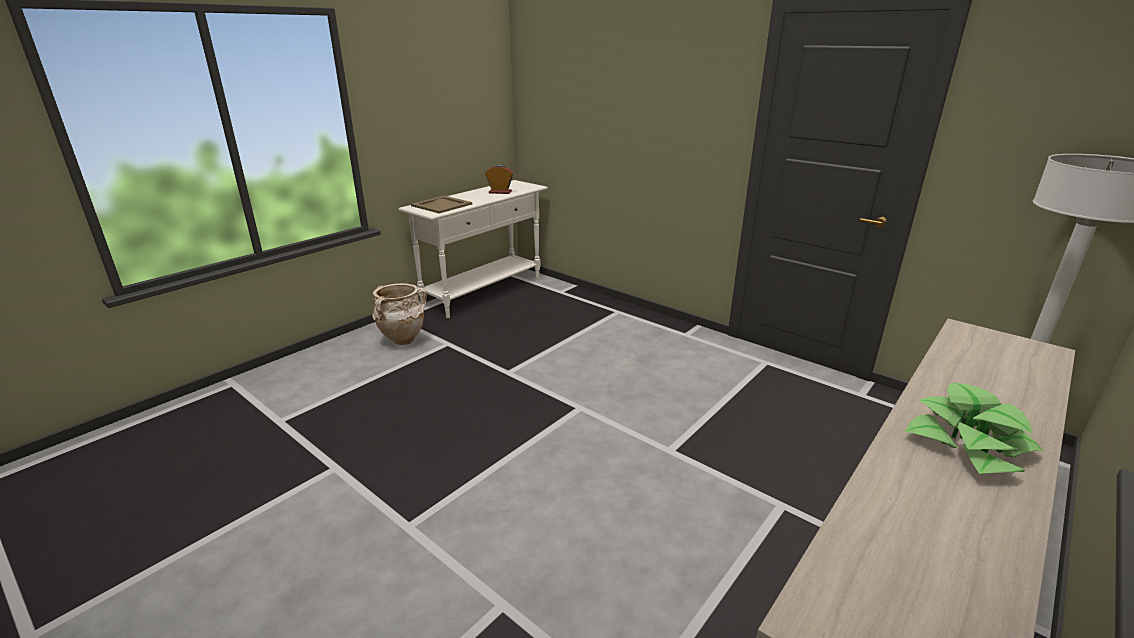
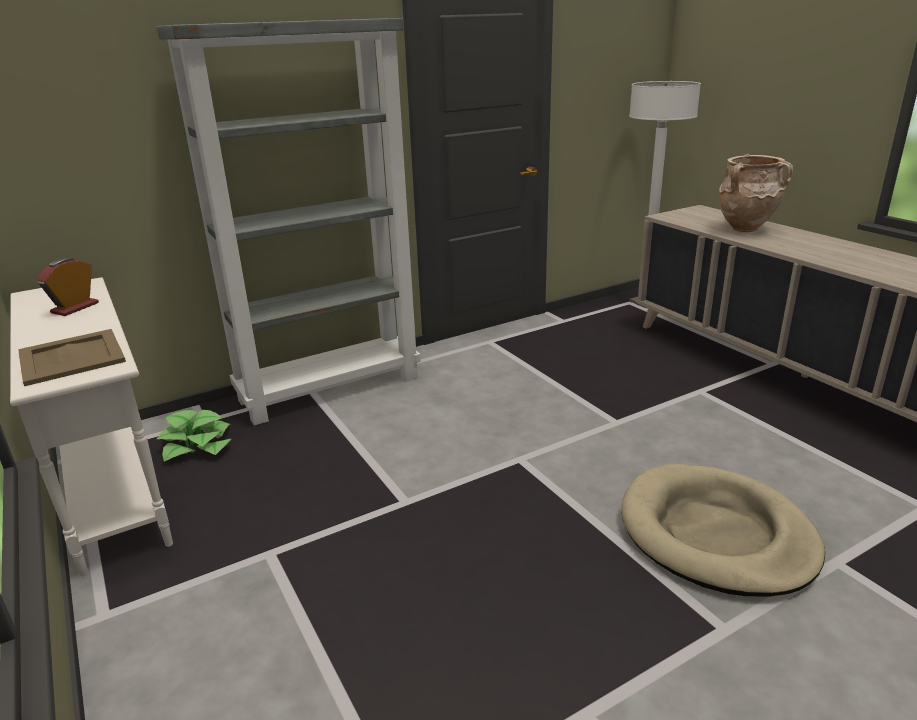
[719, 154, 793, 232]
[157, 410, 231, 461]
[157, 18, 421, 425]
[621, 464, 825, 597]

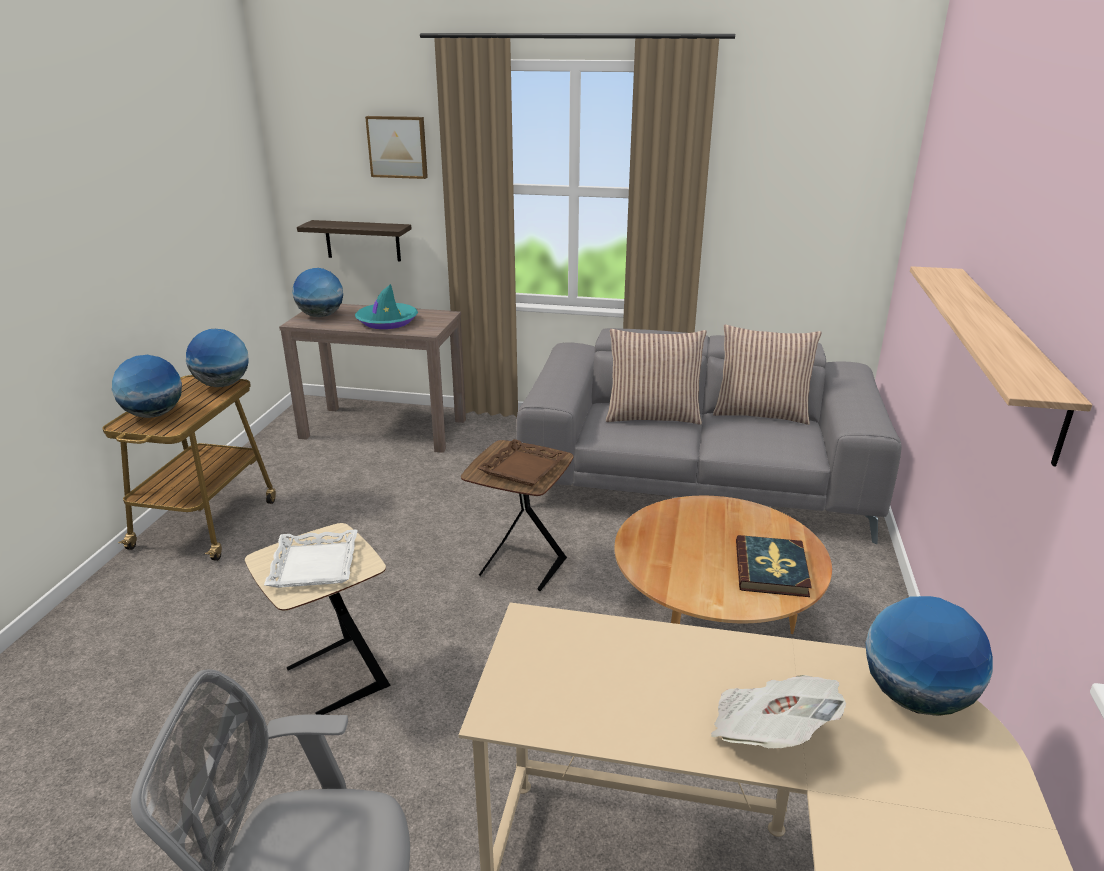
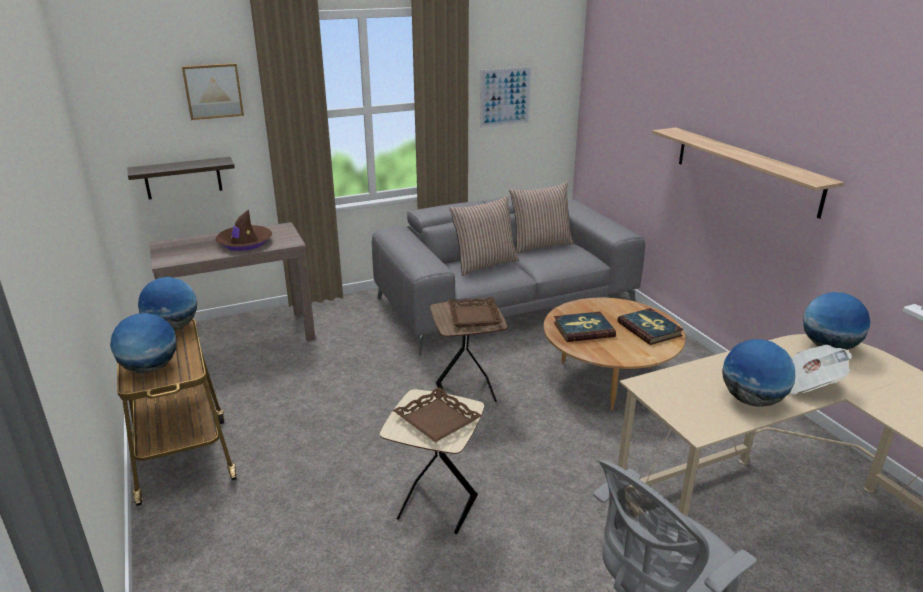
[392, 387, 482, 442]
[722, 339, 795, 407]
[216, 209, 272, 251]
[480, 66, 532, 128]
[554, 312, 616, 342]

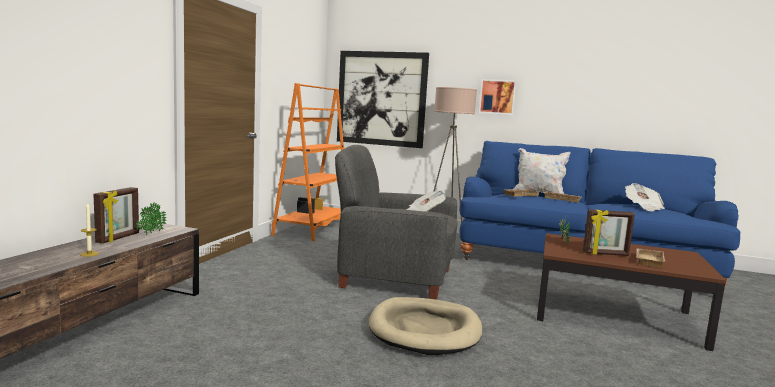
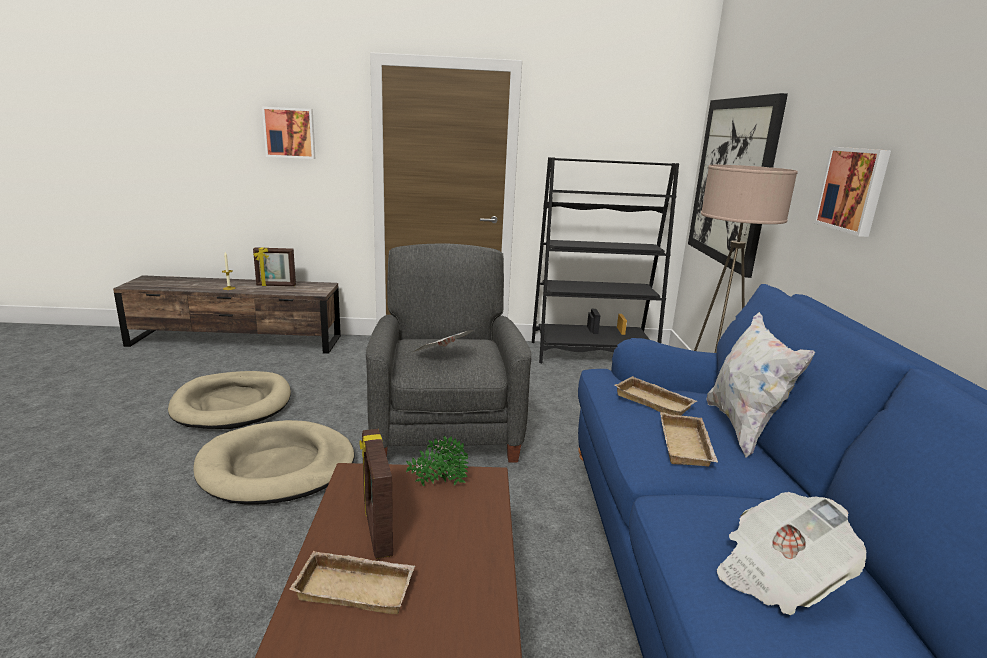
[136, 203, 167, 236] (first image)
[532, 157, 679, 363]
[168, 371, 291, 429]
[262, 107, 315, 159]

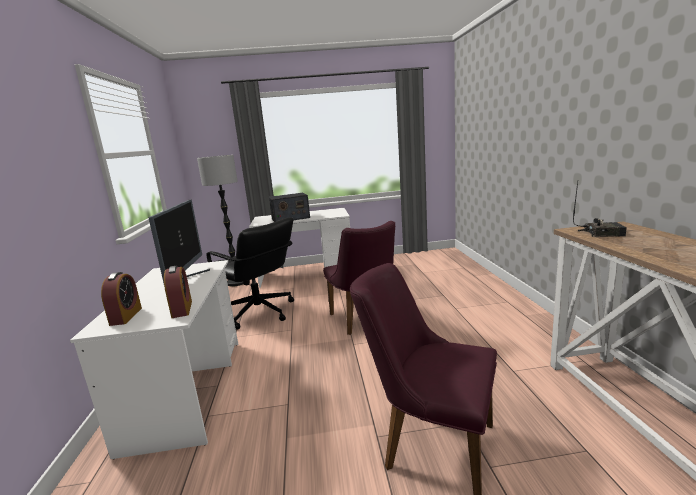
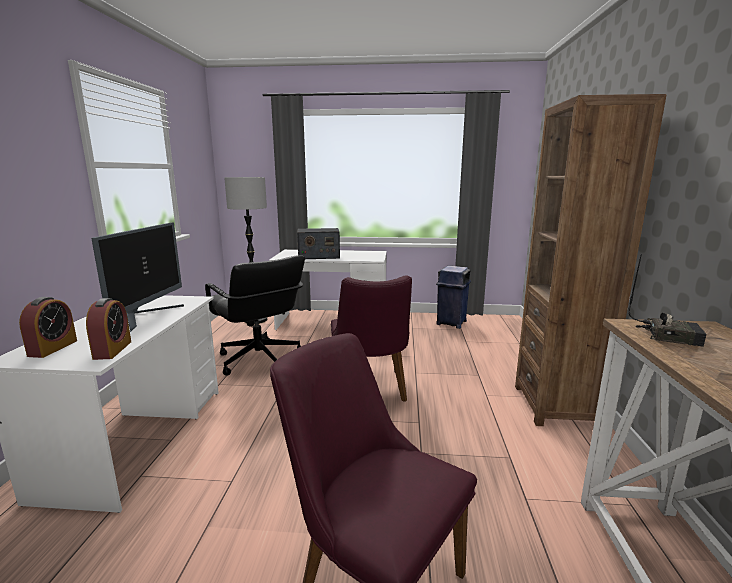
[436, 265, 471, 329]
[515, 94, 667, 426]

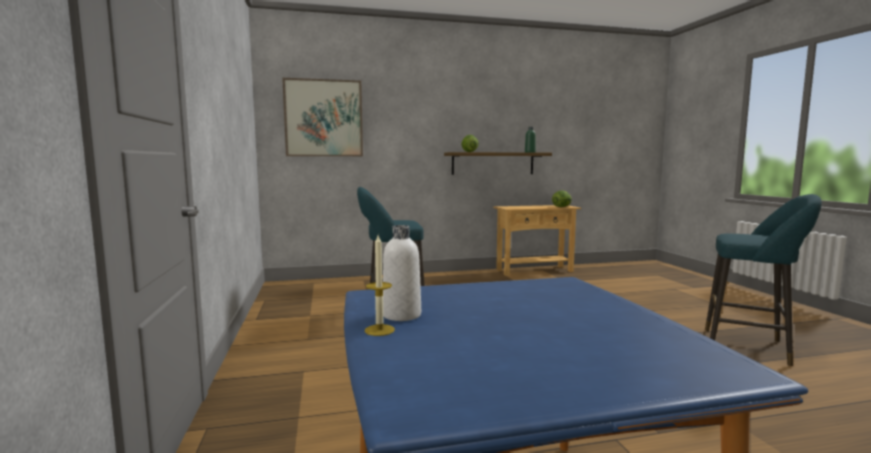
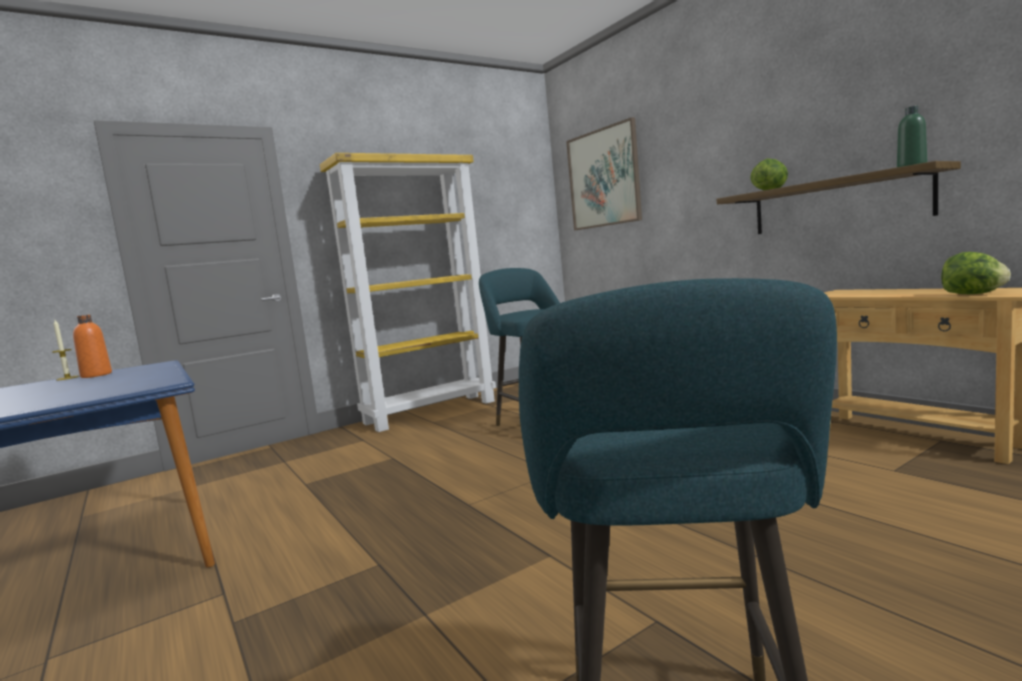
[73, 315, 112, 378]
[320, 153, 496, 432]

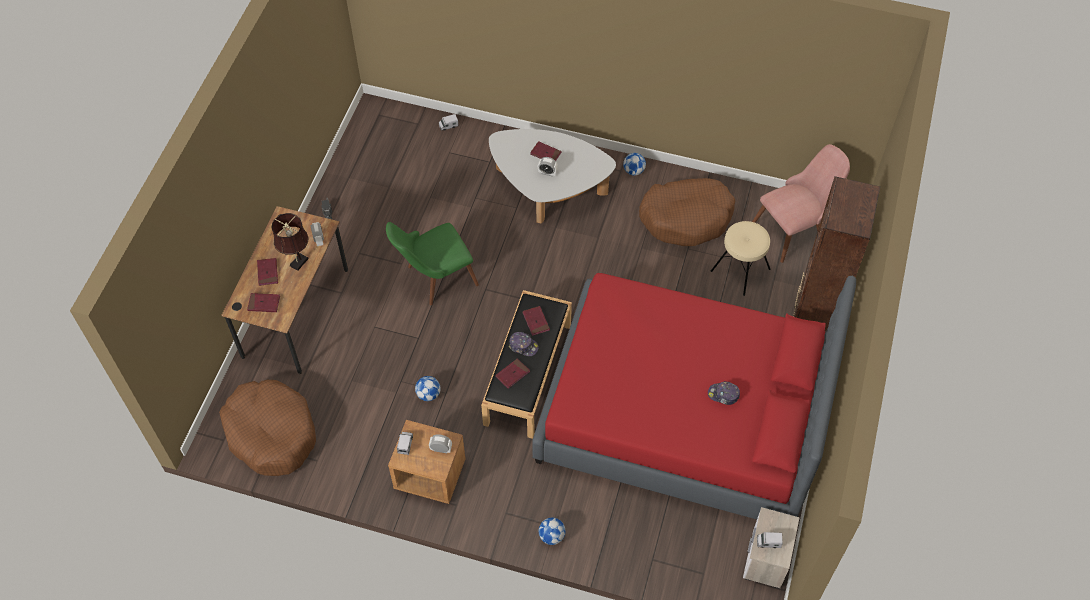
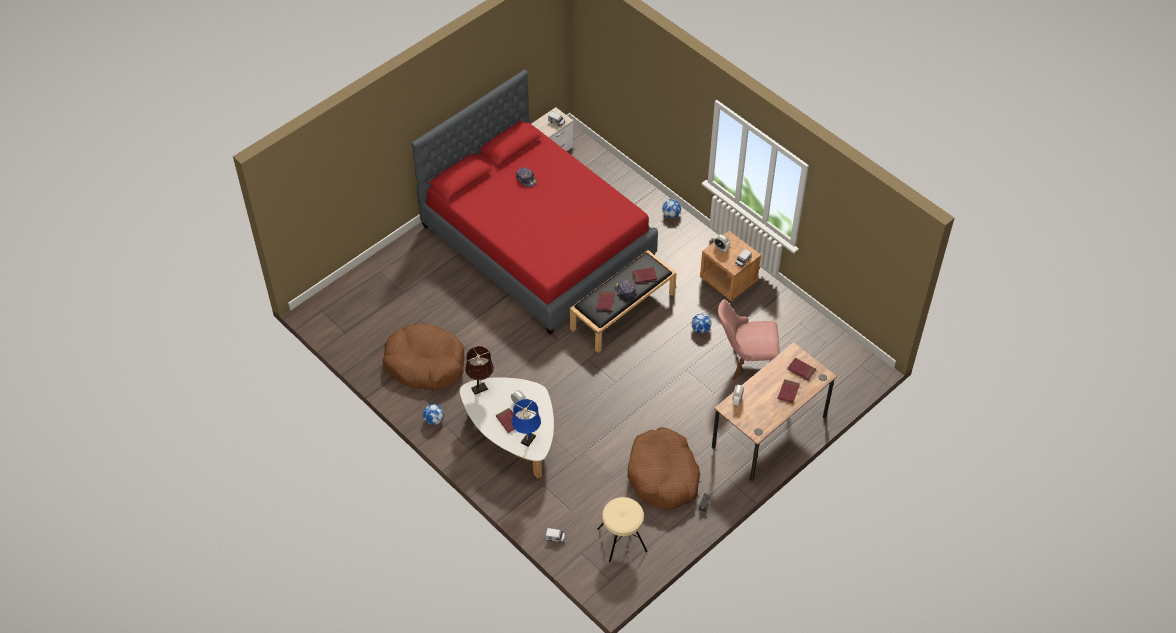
[628, 427, 700, 510]
[465, 346, 494, 395]
[386, 222, 479, 305] (first image)
[597, 497, 647, 562]
[718, 299, 780, 380]
[793, 176, 880, 332] (first image)
[512, 399, 541, 447]

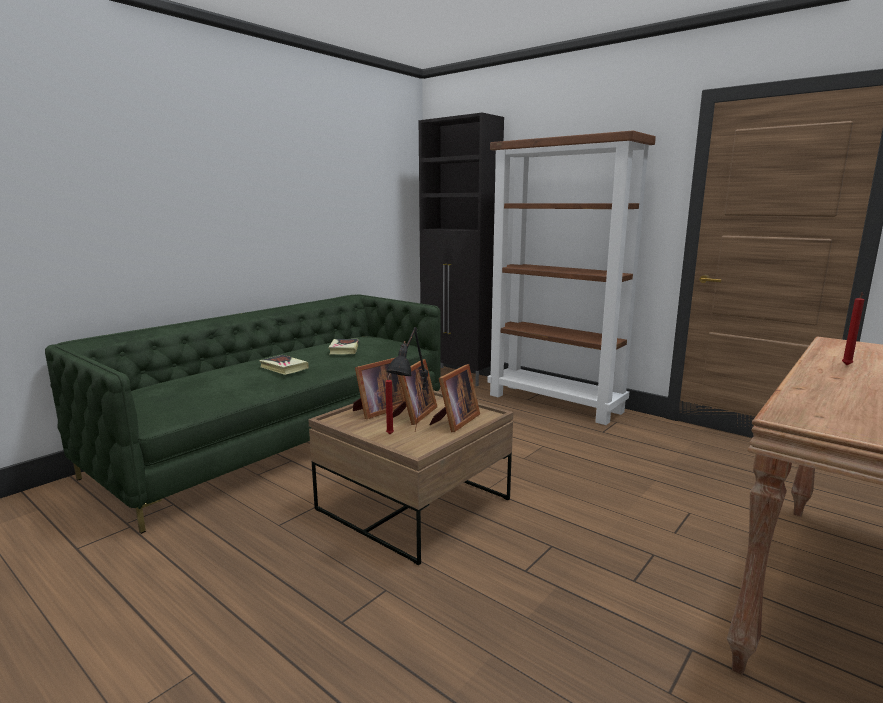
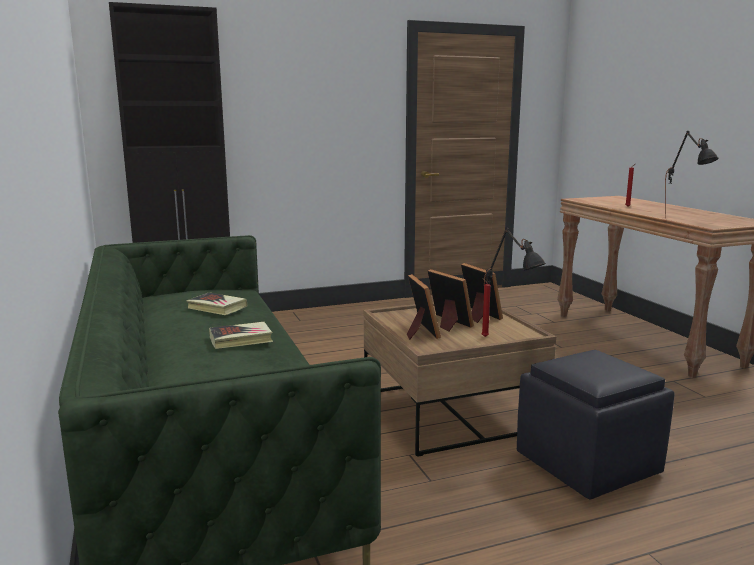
[487, 130, 656, 425] (first image)
[517, 350, 675, 500]
[665, 131, 719, 219]

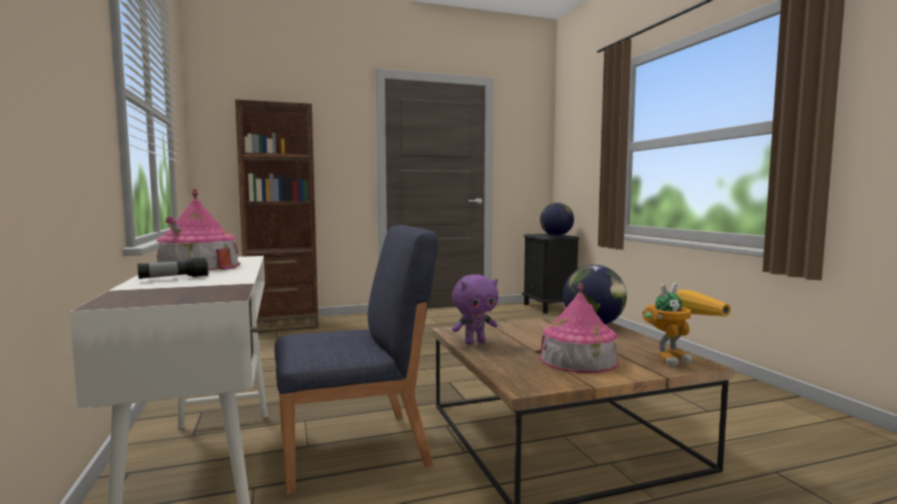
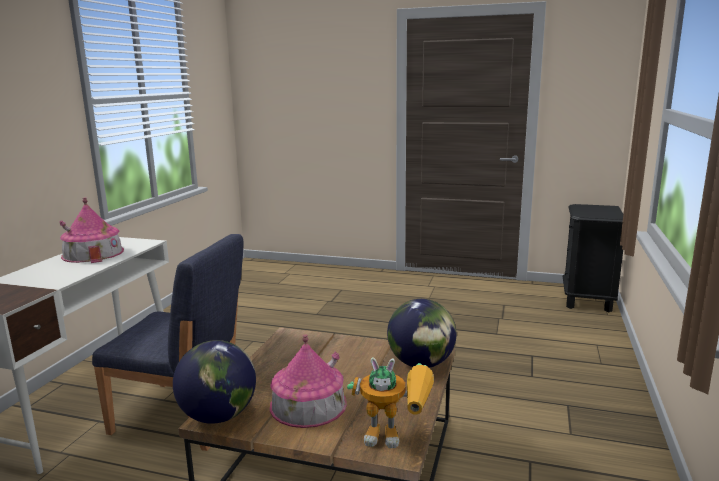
[138, 257, 209, 279] (first image)
[235, 99, 319, 333] (first image)
[452, 274, 498, 345] (first image)
[173, 340, 256, 424]

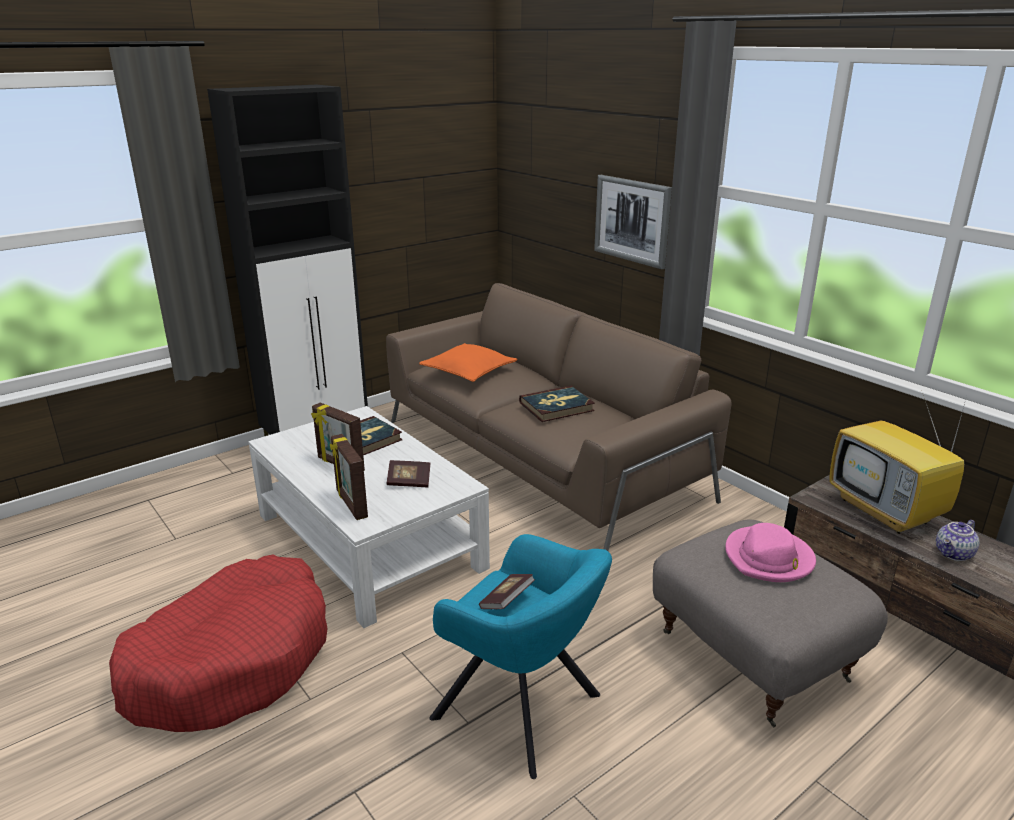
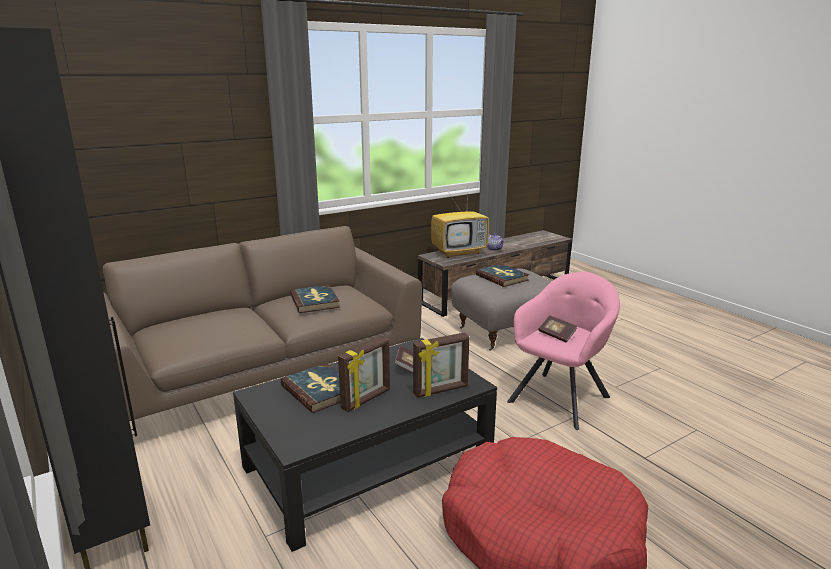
[233, 338, 497, 552]
[419, 343, 517, 382] (first image)
[507, 272, 620, 430]
[594, 175, 672, 269] (first image)
[475, 264, 529, 287]

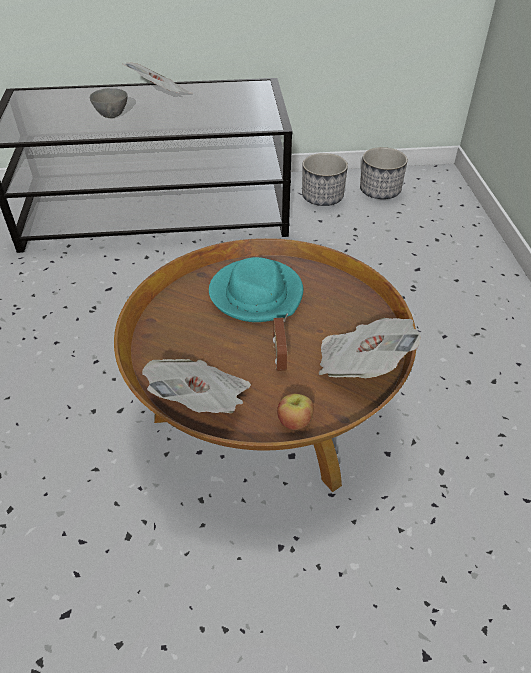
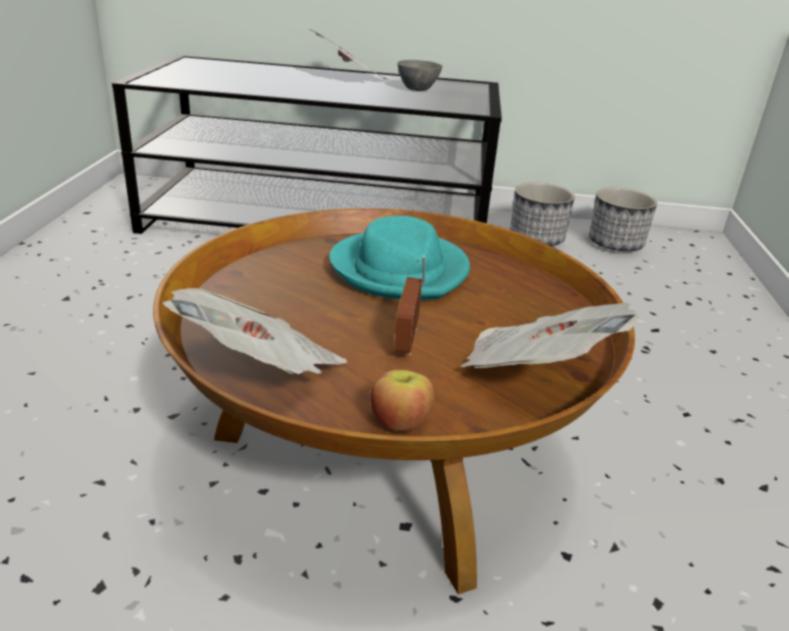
[397, 60, 442, 91]

